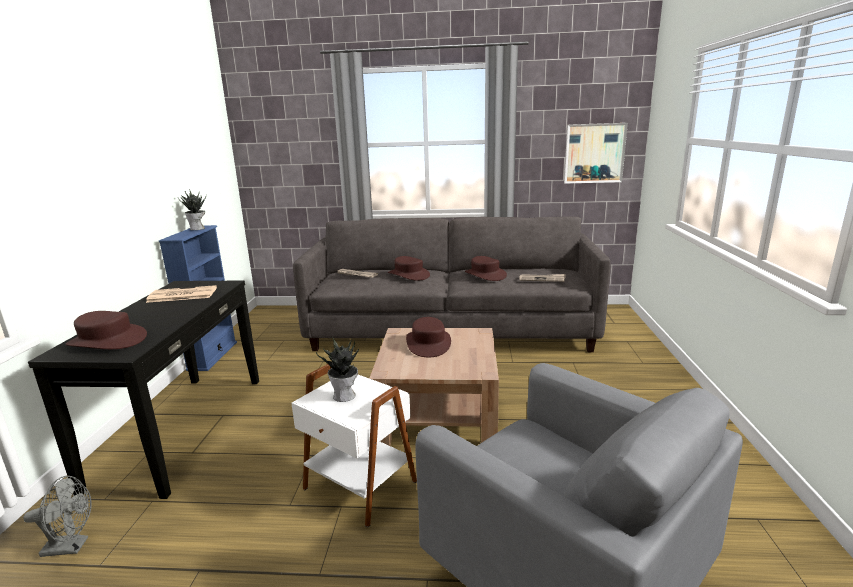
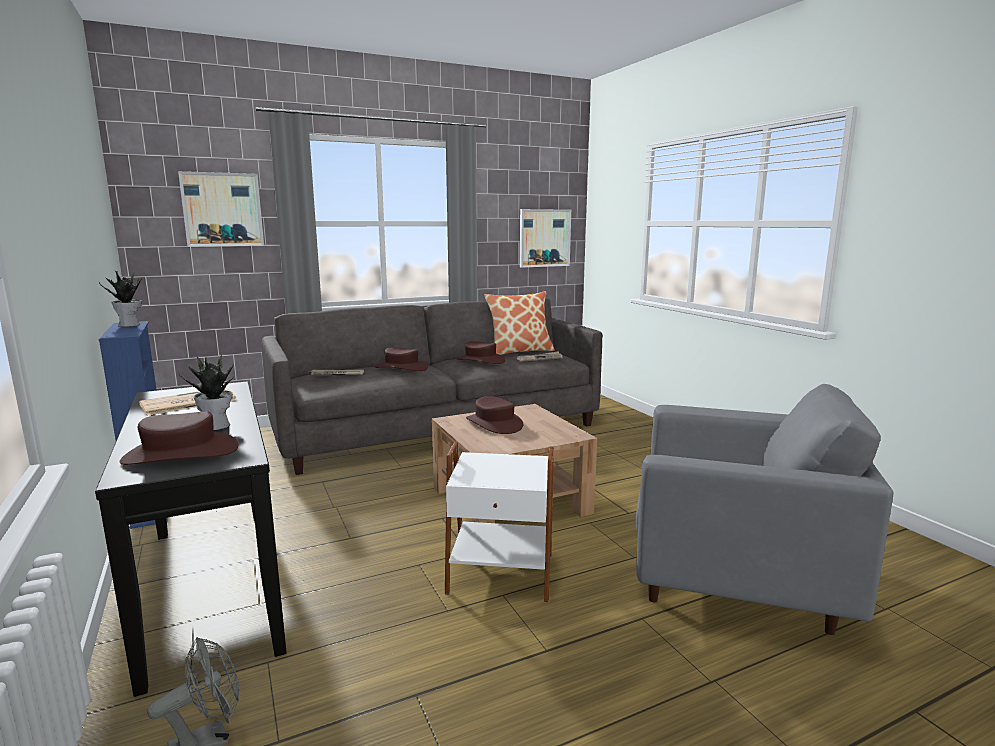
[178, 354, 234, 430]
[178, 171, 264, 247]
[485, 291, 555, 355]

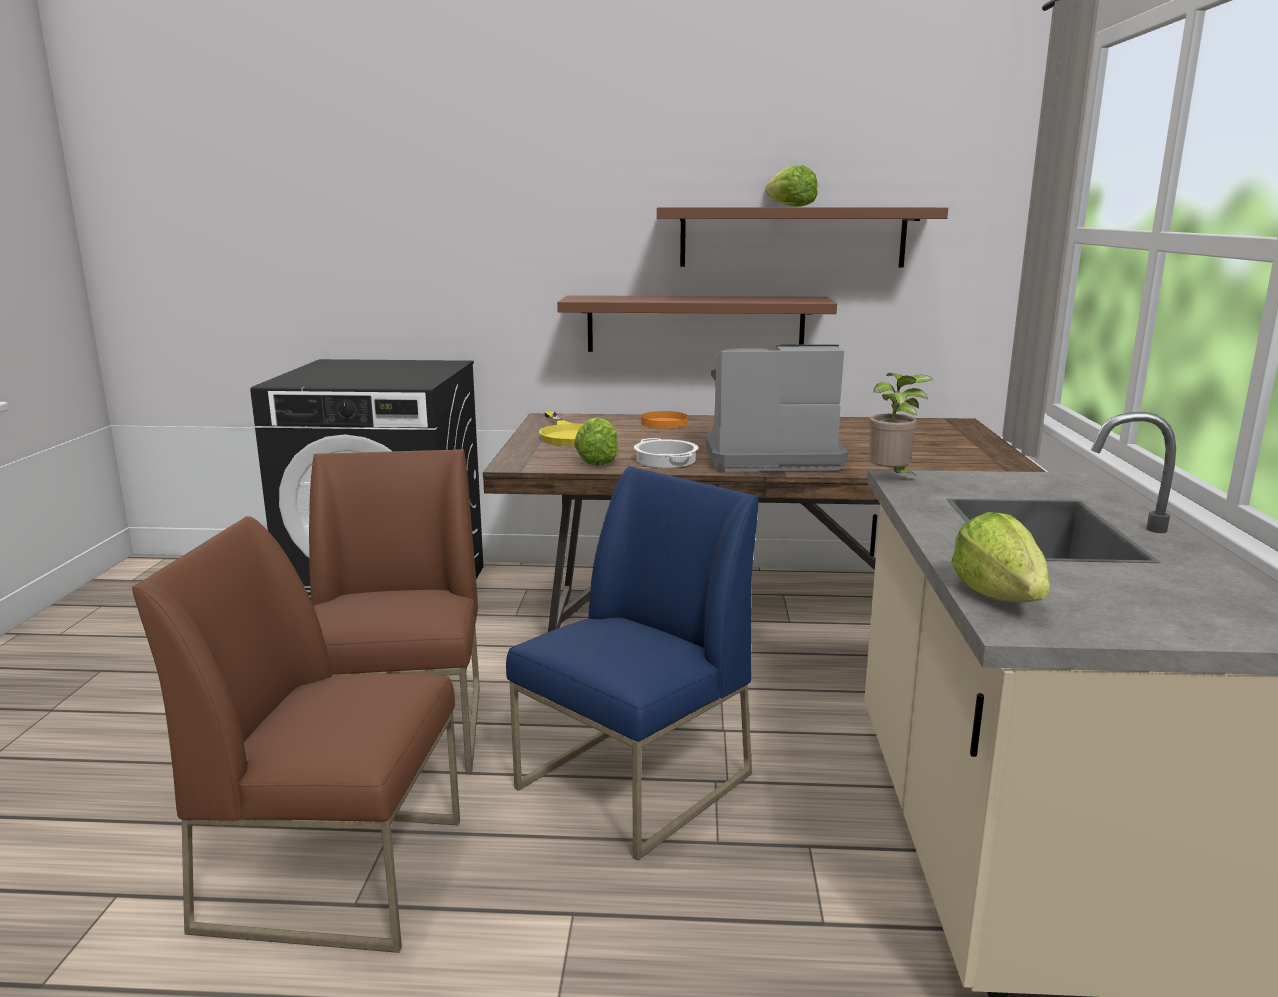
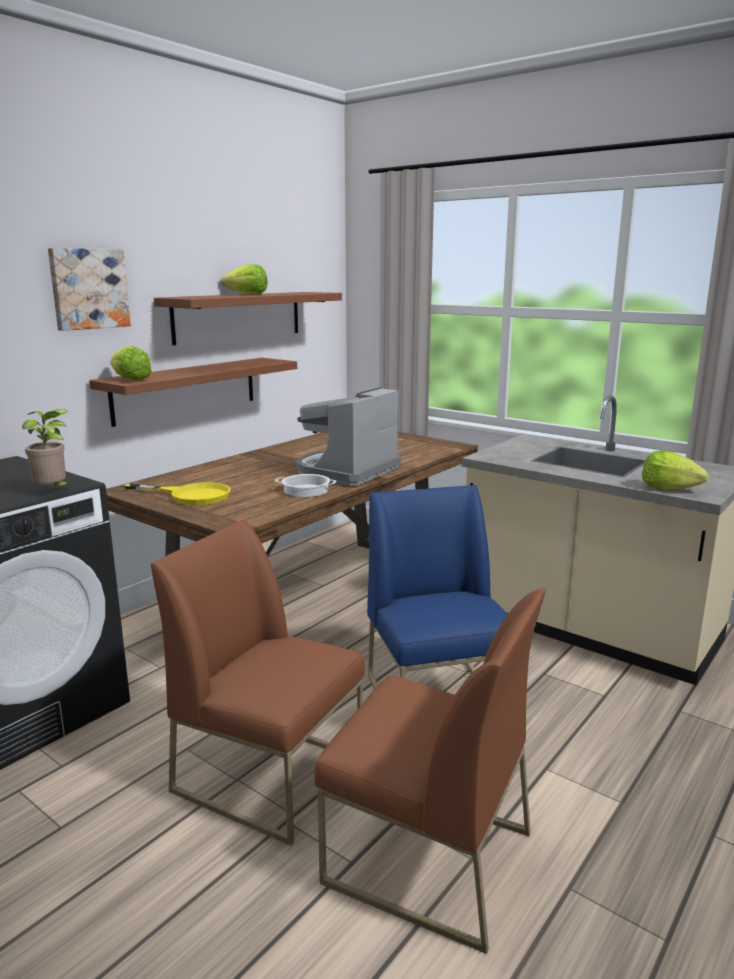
[314, 589, 546, 954]
[110, 346, 152, 381]
[641, 411, 688, 428] (first image)
[22, 409, 71, 486]
[48, 248, 131, 331]

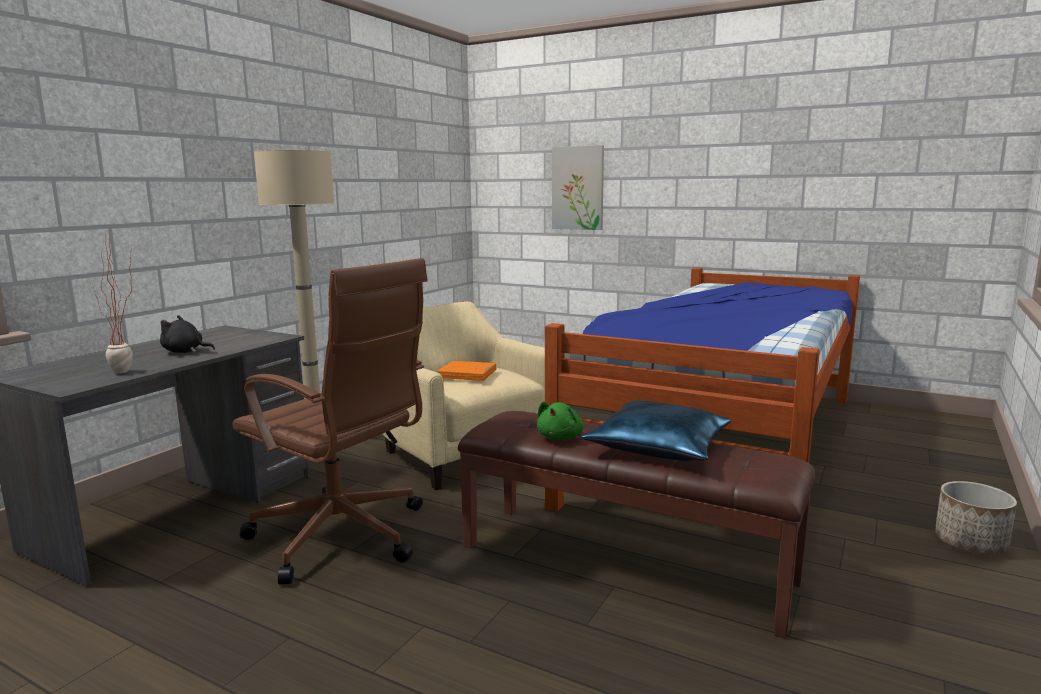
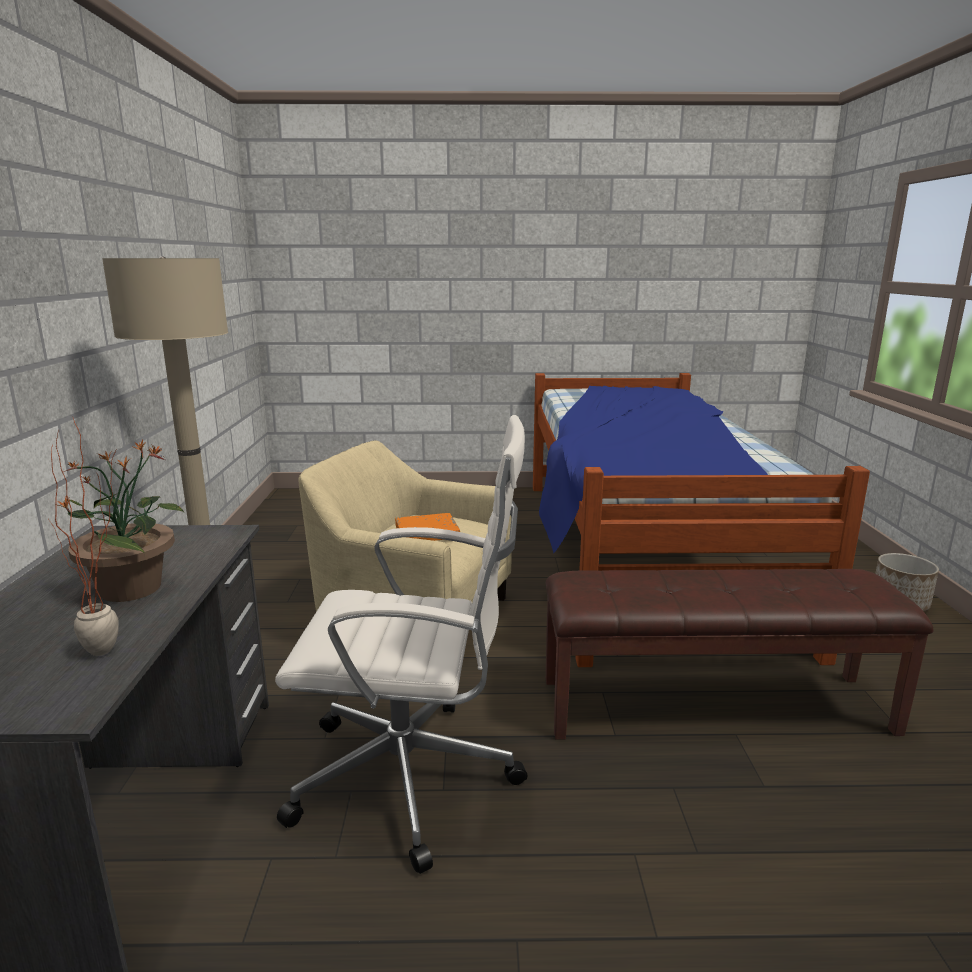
[54, 439, 185, 602]
[275, 415, 527, 874]
[537, 401, 584, 440] (first image)
[552, 145, 604, 230] (first image)
[581, 400, 731, 461] (first image)

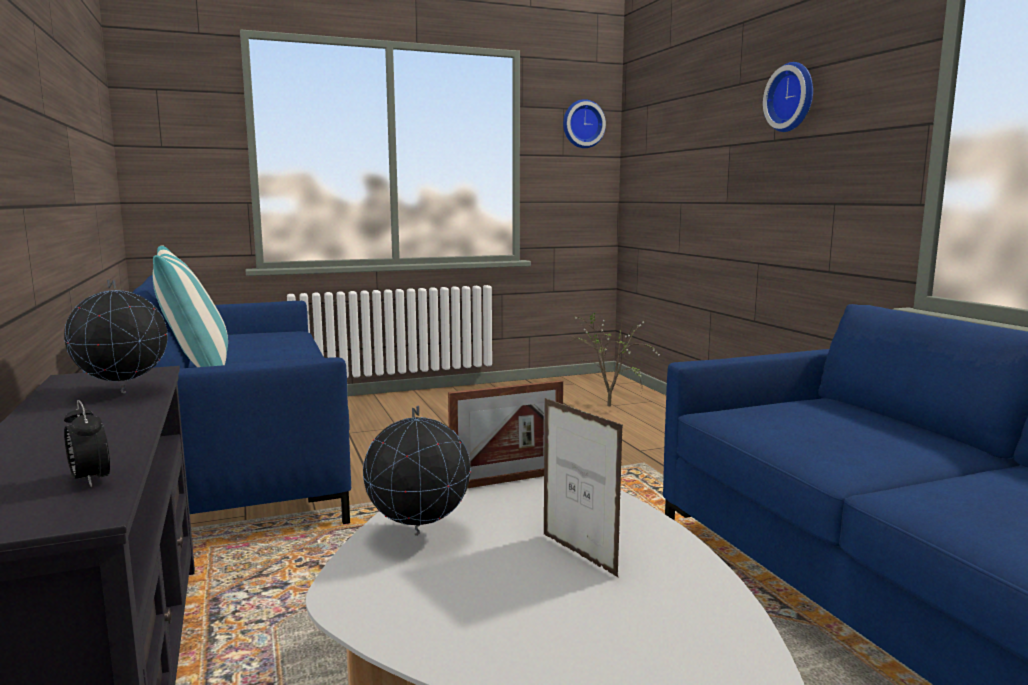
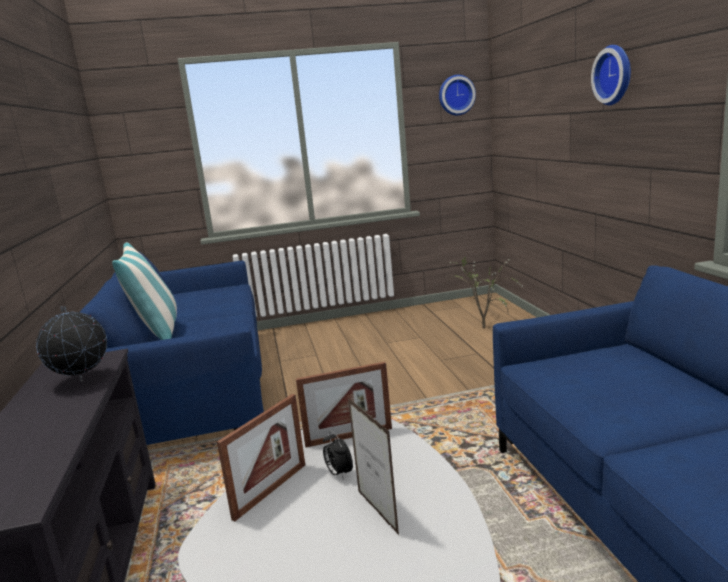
[323, 431, 353, 480]
[217, 394, 305, 522]

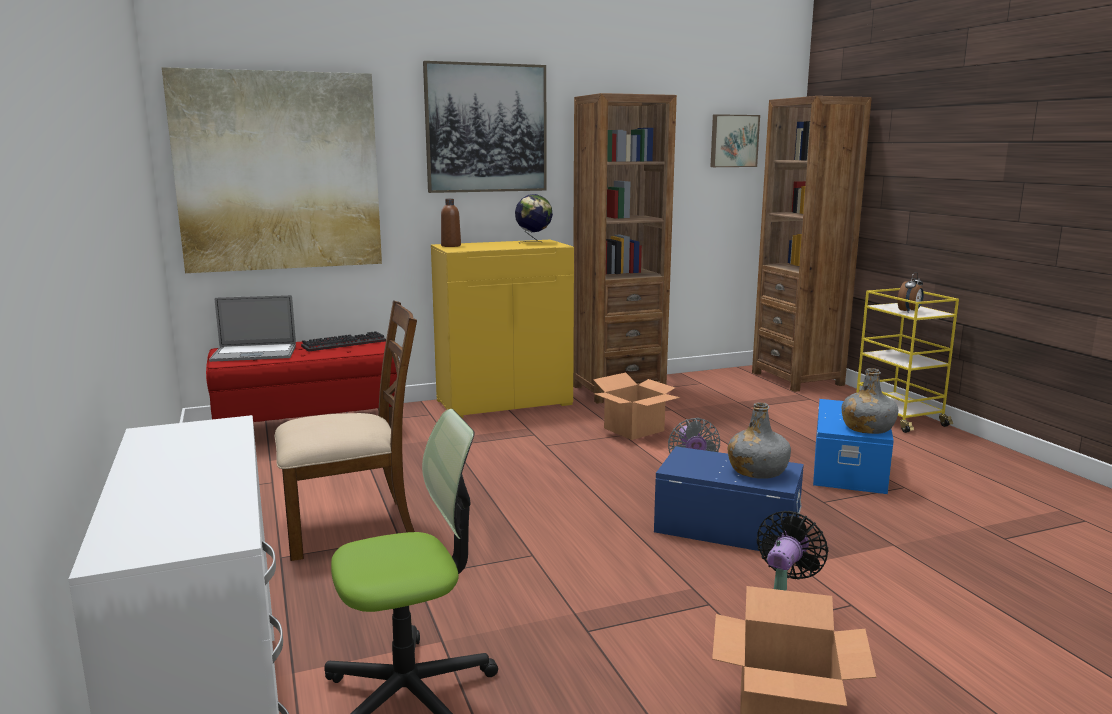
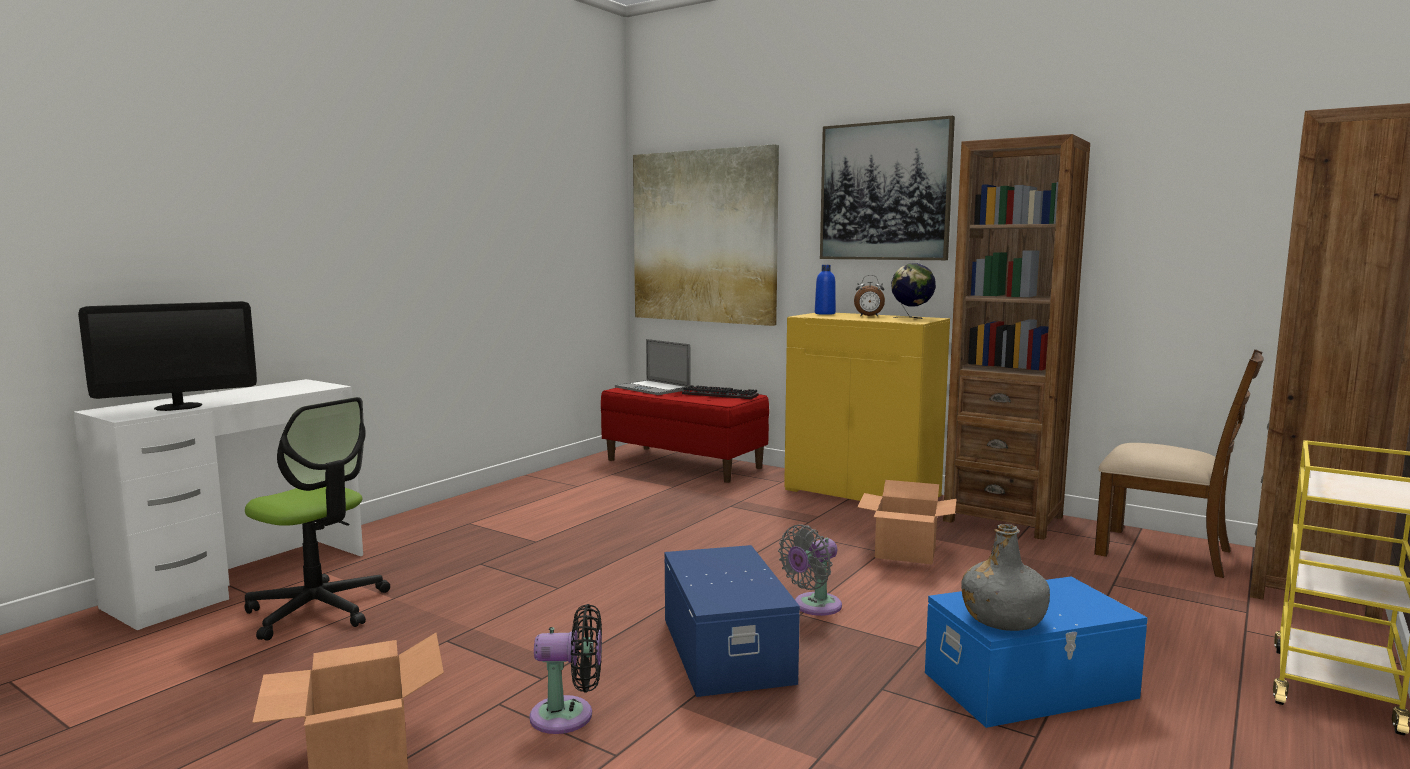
[1094, 349, 1264, 578]
[815, 265, 836, 315]
[710, 114, 760, 167] (first image)
[728, 402, 791, 479] (first image)
[854, 275, 885, 317]
[78, 301, 257, 411]

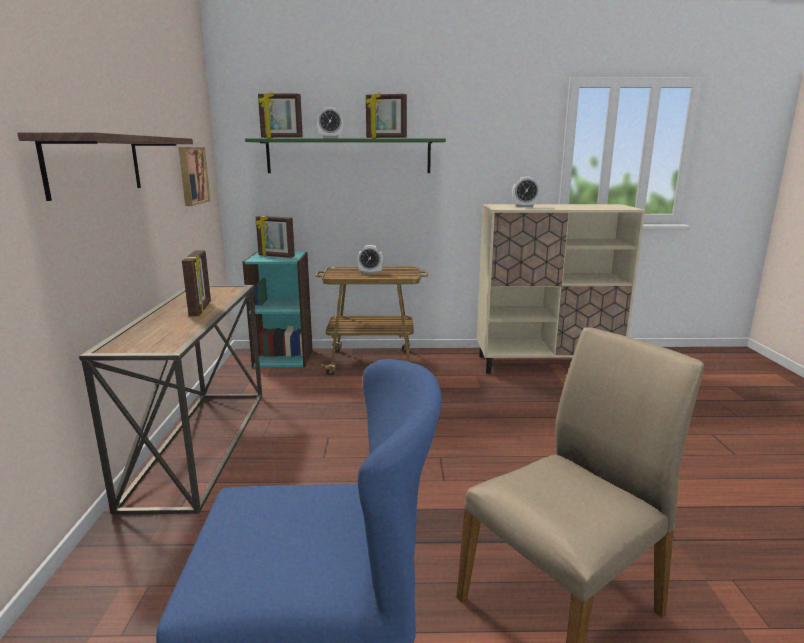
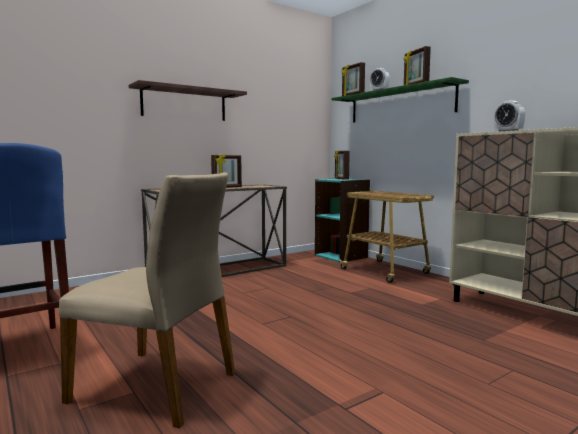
[178, 147, 210, 206] (first image)
[357, 245, 383, 274] (first image)

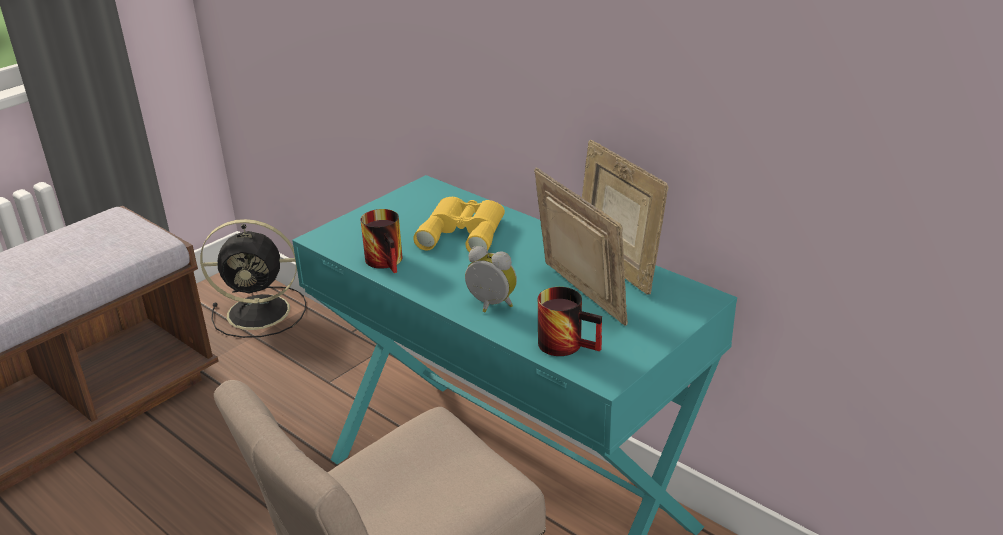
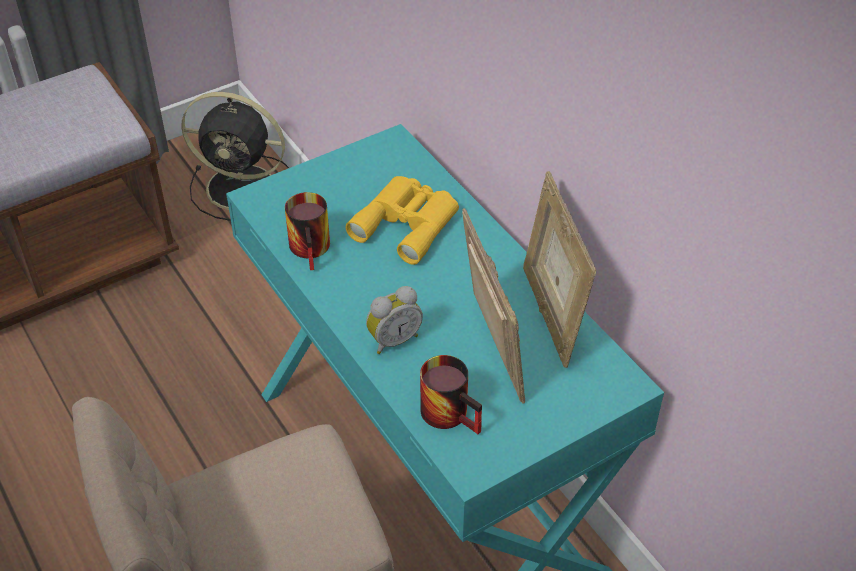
[366, 286, 423, 354]

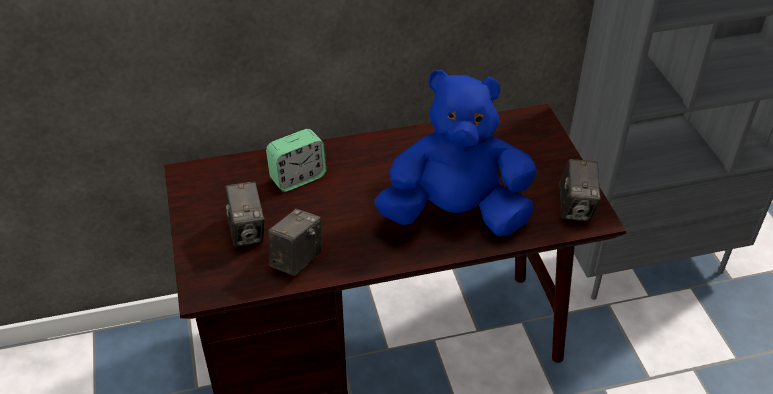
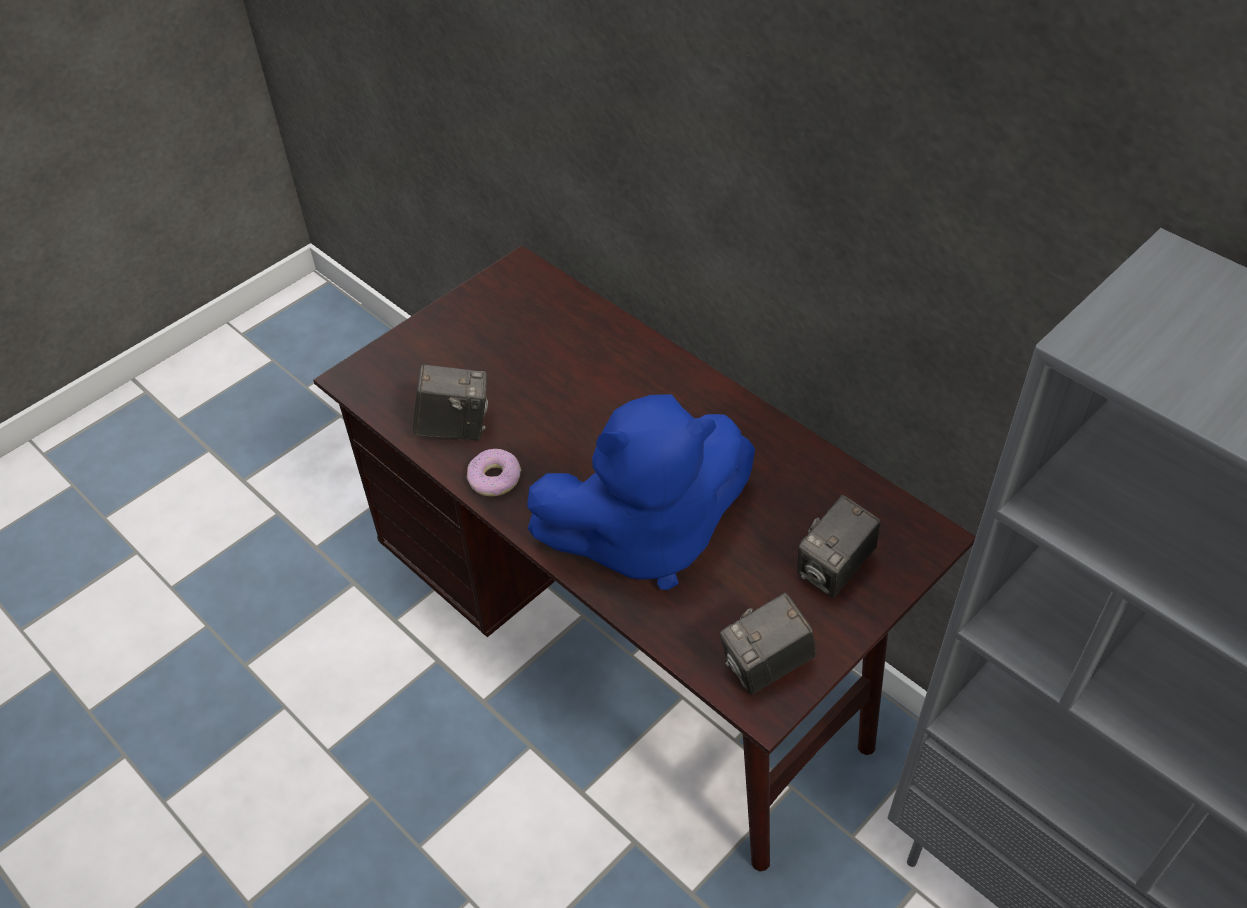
[797, 495, 881, 598]
[266, 129, 326, 192] (first image)
[527, 394, 755, 590]
[467, 449, 521, 496]

